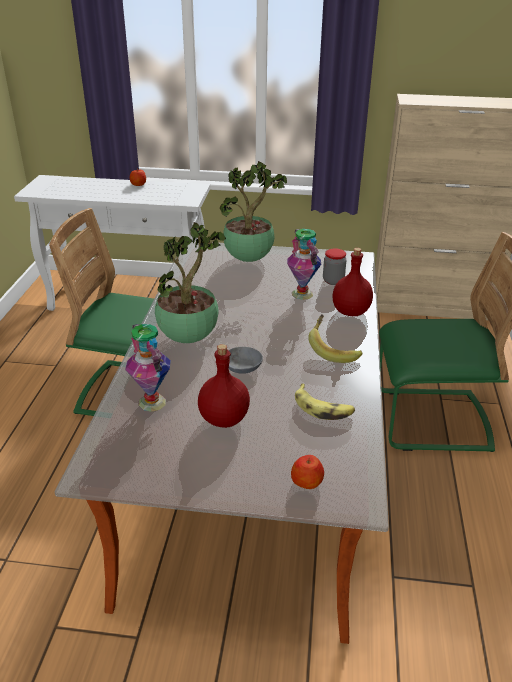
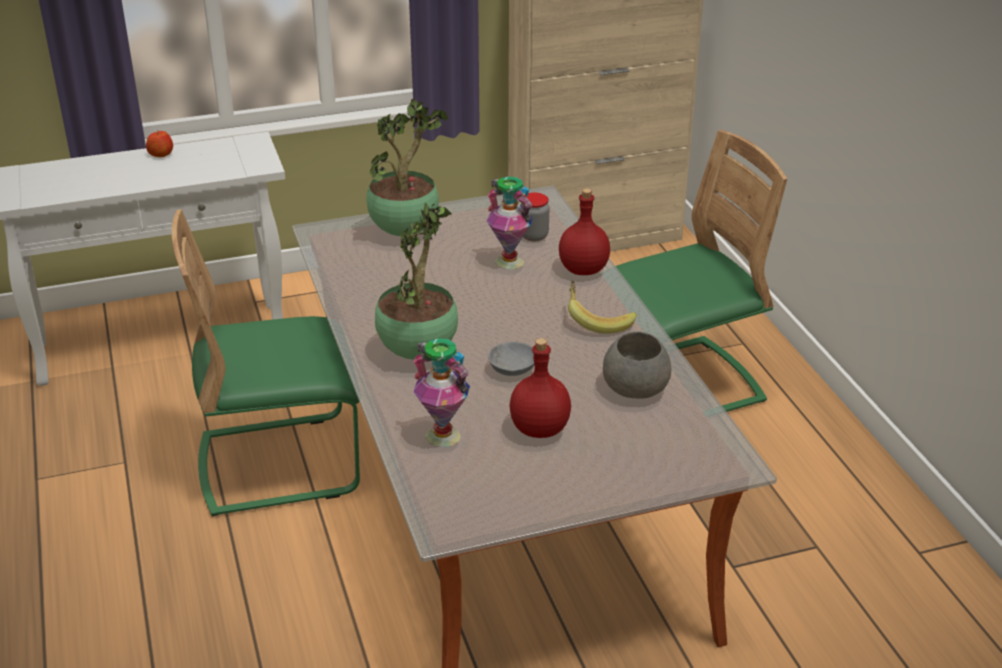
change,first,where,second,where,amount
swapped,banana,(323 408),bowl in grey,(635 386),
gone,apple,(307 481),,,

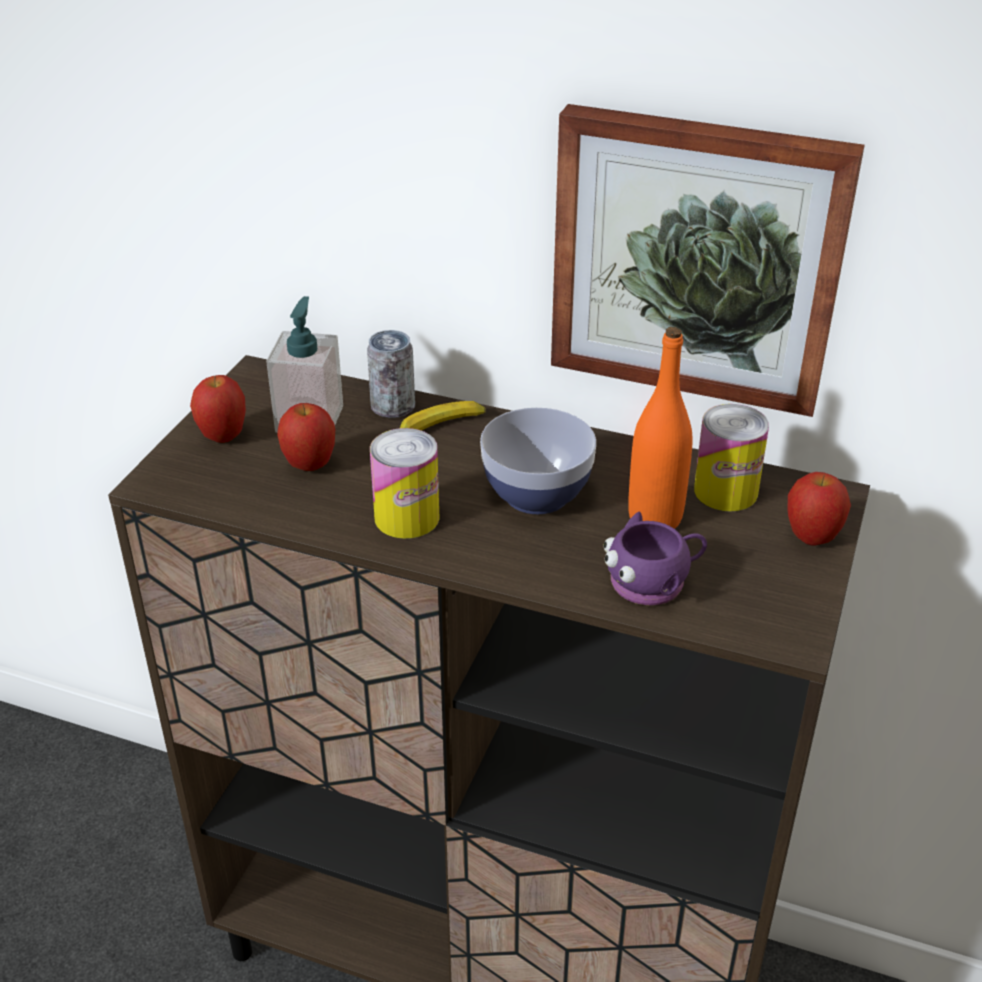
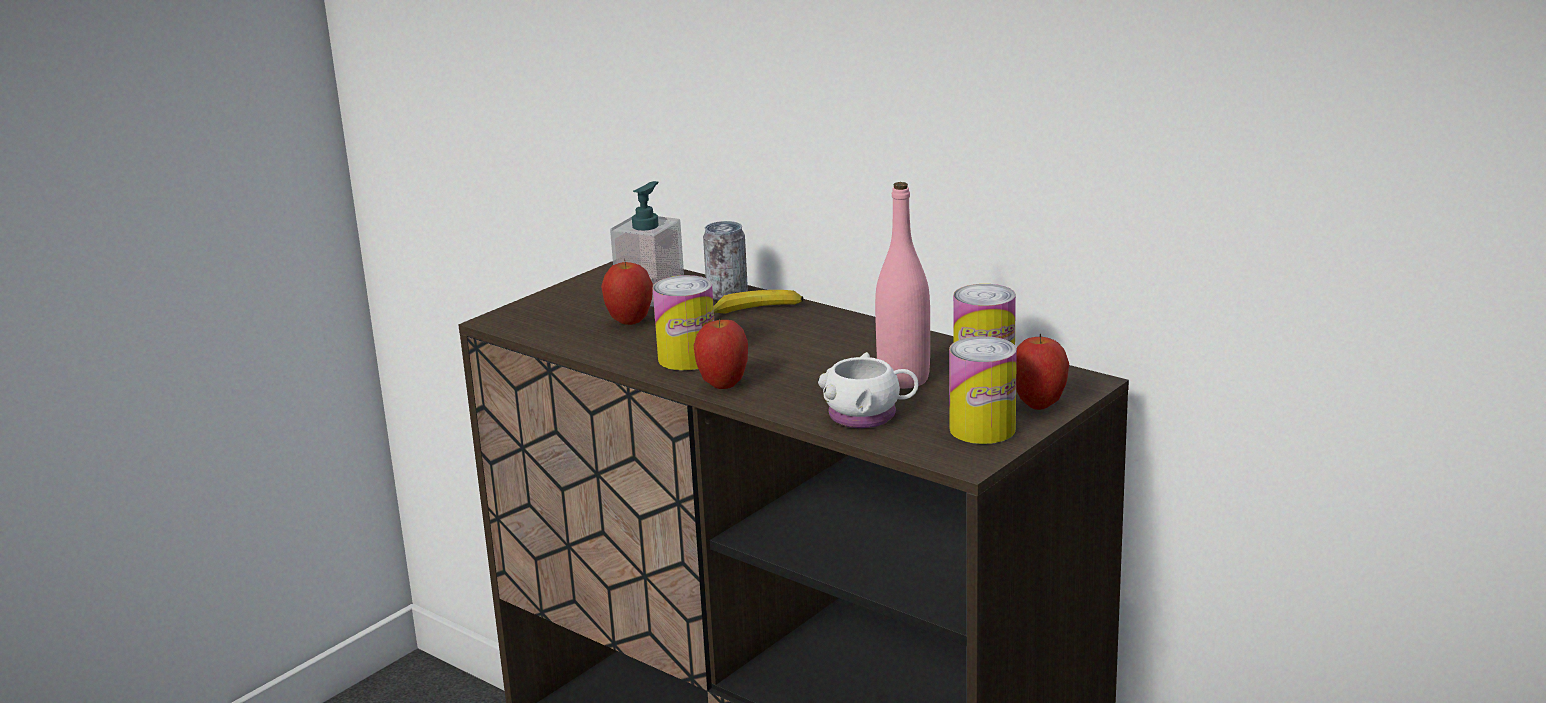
change,first,where,second,where,amount
shifted,apple,(223 437),,(723 385),
repainted,mug in purple,(653 582),mug in white,(869 415),
repainted,bottle in orange,(655 518),bottle in pink,(903 379),
new,,,can,(982 429),
gone,bowl,(537 494),,,
gone,picture,(697 258),,,

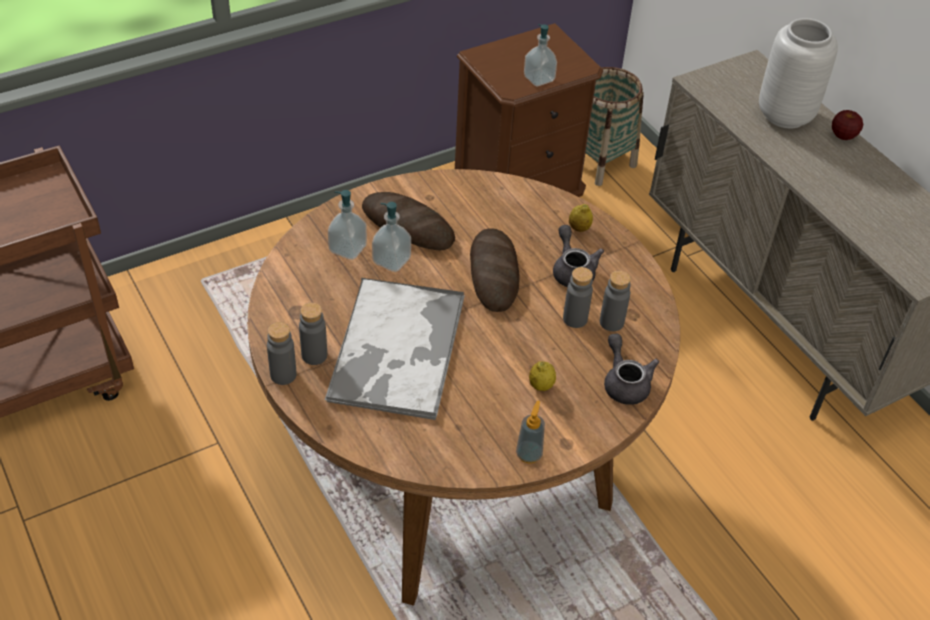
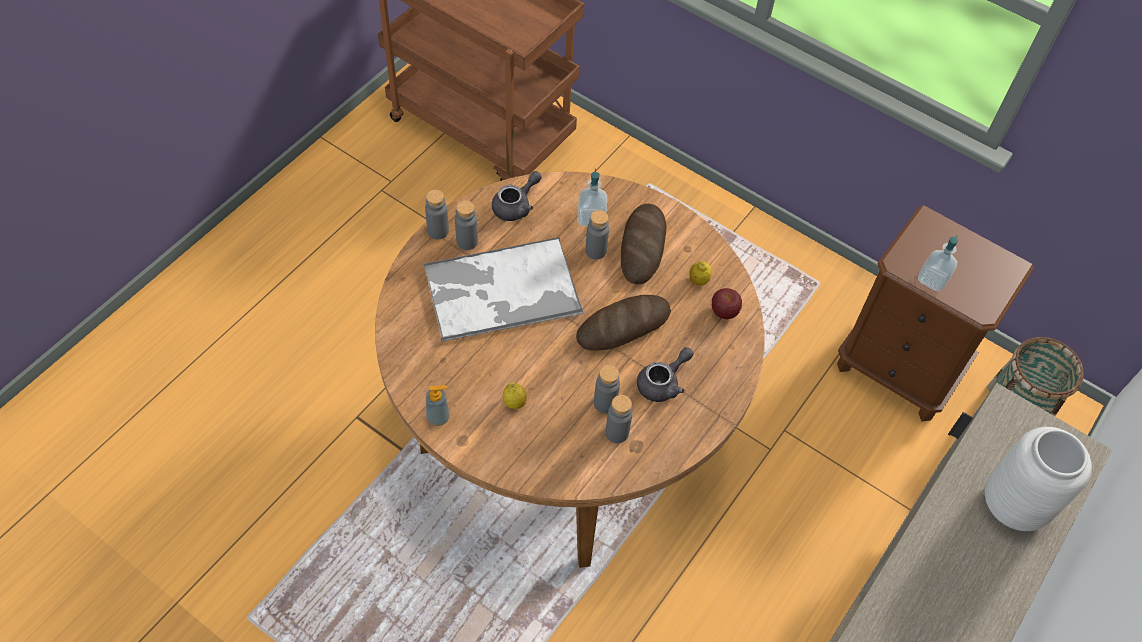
change,first,where,second,where,amount
shifted,teapot in grey,(625 382),,(516 206),
swapped,soap dispenser,(391 260),bottle in grey,(595 251),
shifted,lemon,(579 228),,(698 280),
shifted,apple,(843 136),,(724 312),

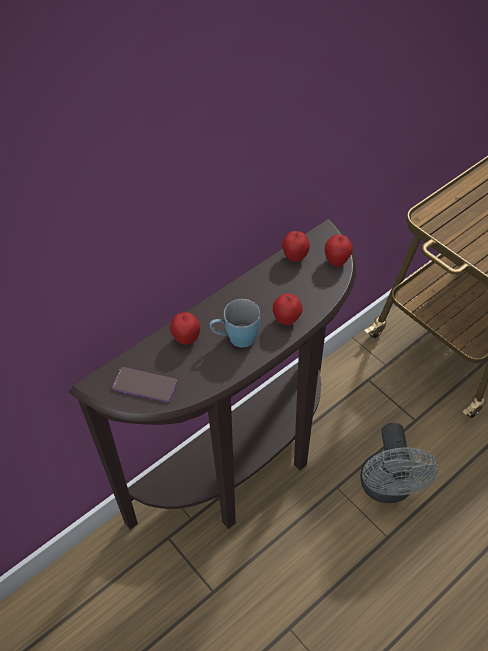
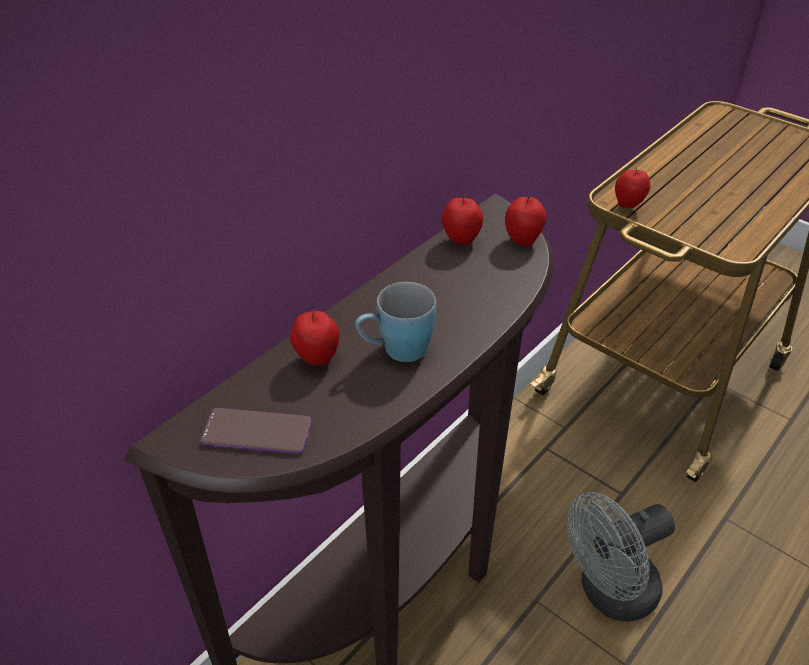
change,first,where,second,where,amount
rotated,fan in grey,(388 489),,(608 593),75 degrees clockwise
shifted,apple,(287 320),,(628 205),

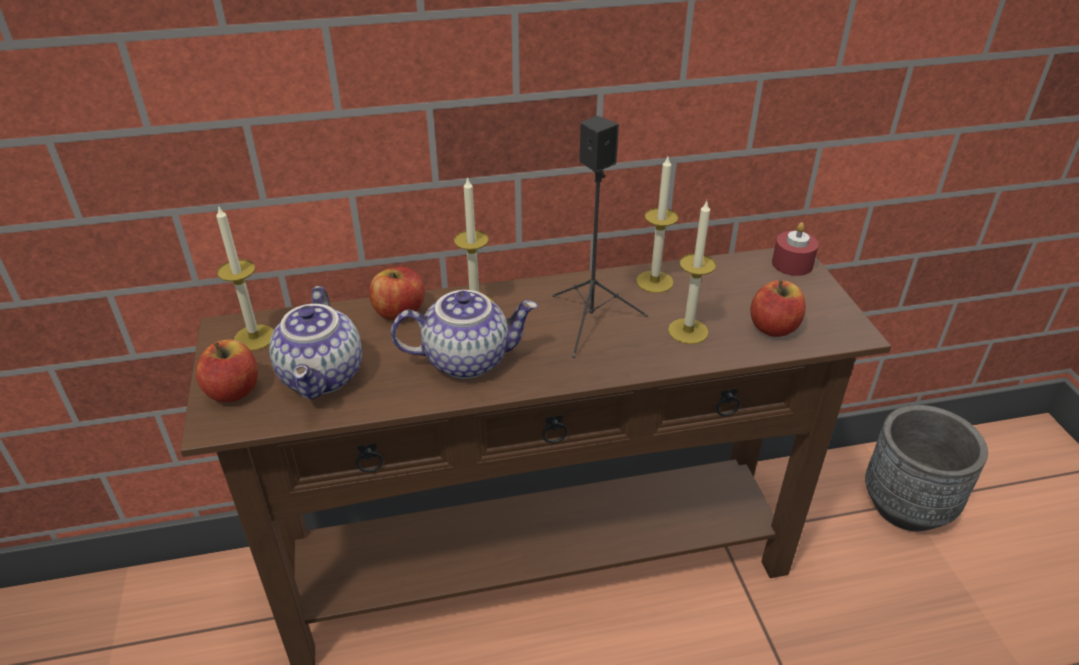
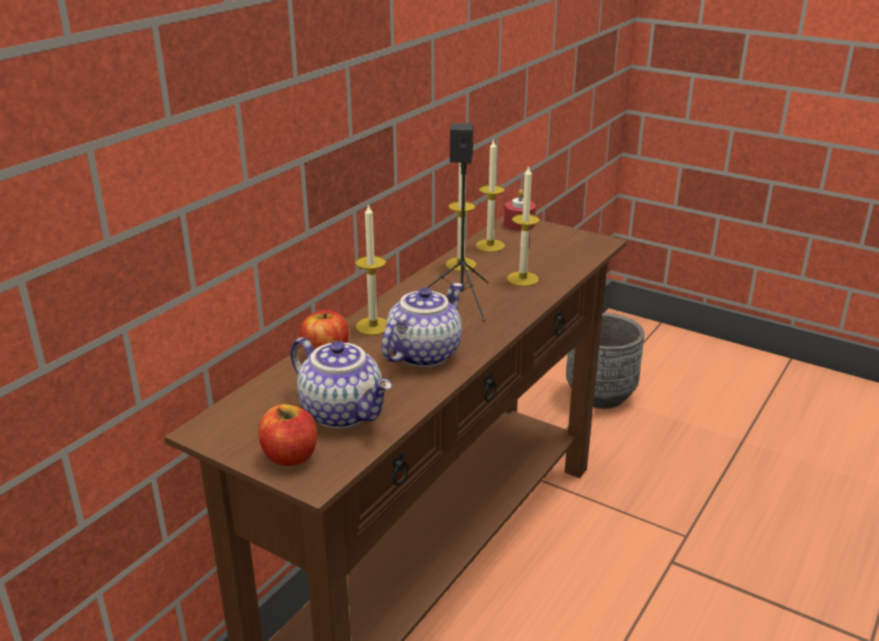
change,first,where,second,where,amount
shifted,candle,(254 337),,(490 245),
gone,apple,(774 327),,,

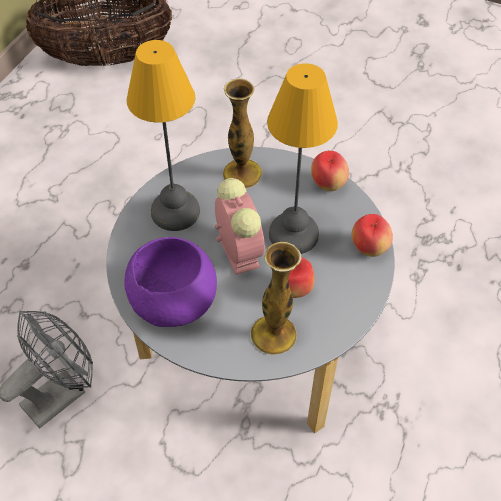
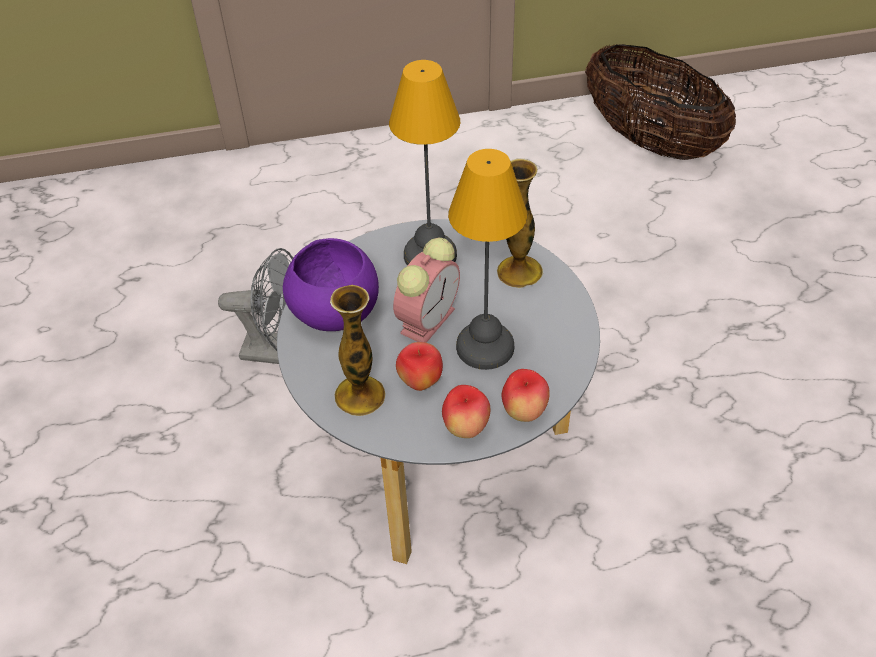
change,first,where,second,where,amount
shifted,apple,(328 185),,(466 428),

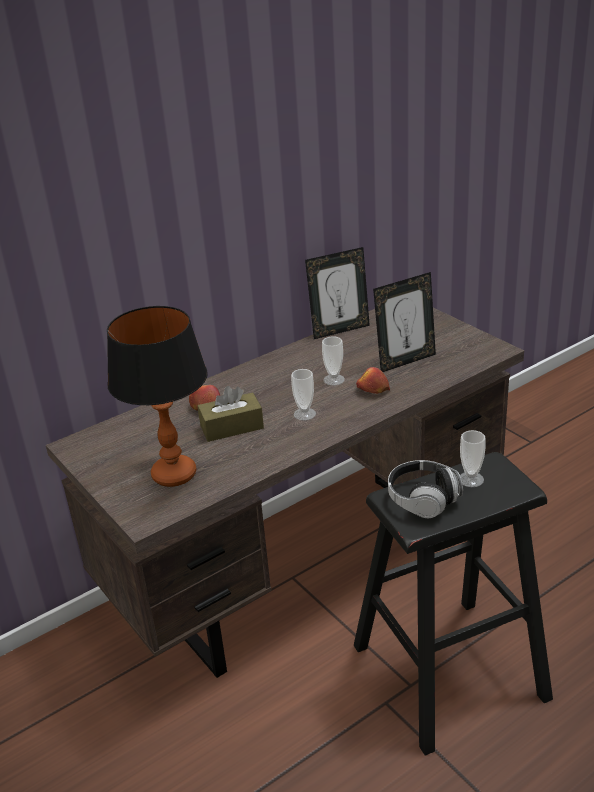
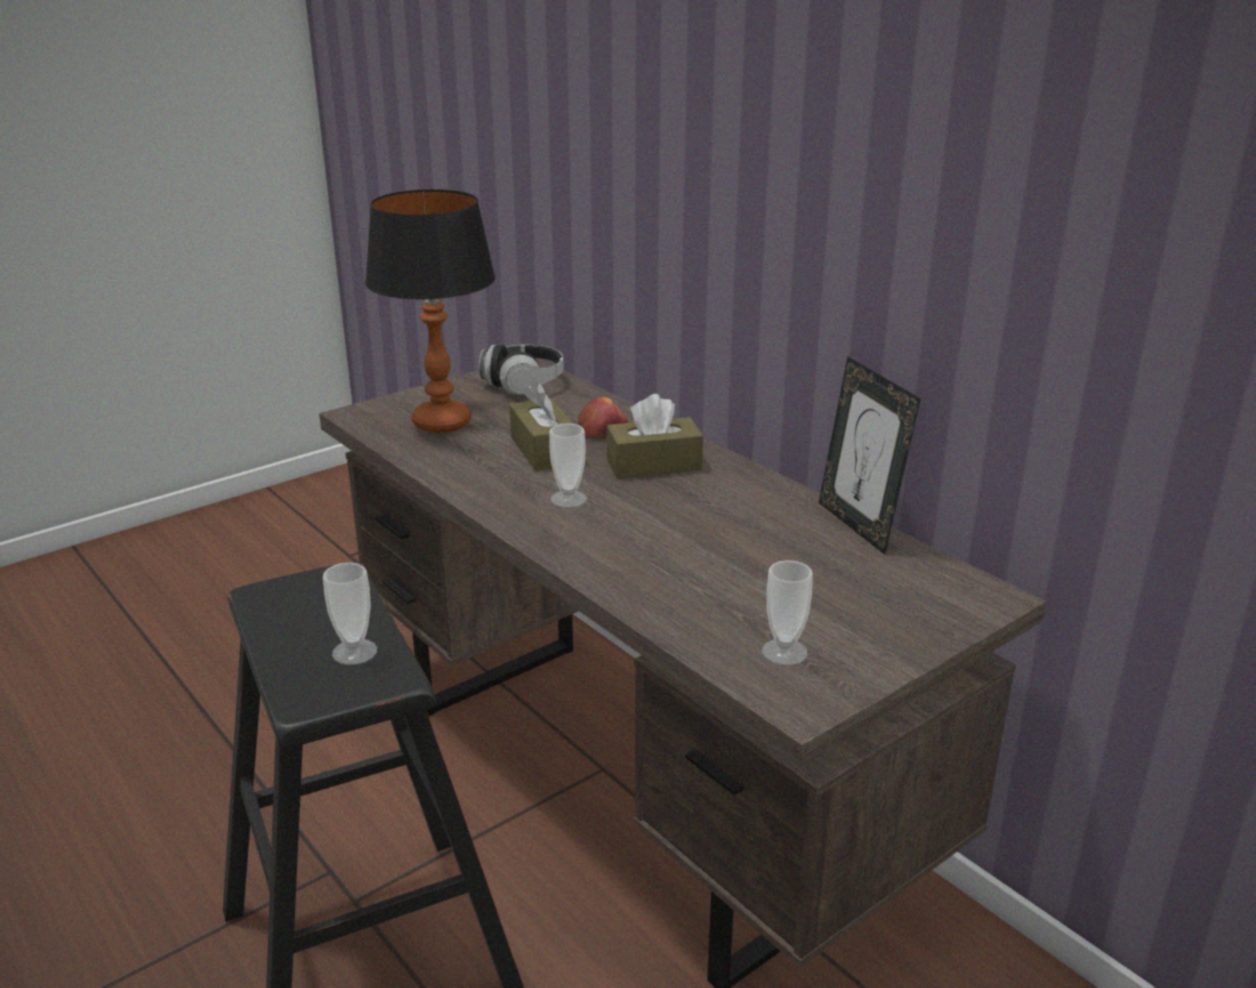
change,first,where,second,where,amount
shifted,headphones,(423 500),,(523 384),
new,,,tissue box in brown,(654 464),
shifted,cup,(334 380),,(784 652),
gone,apple,(373 390),,,
gone,picture frame,(405 361),,,

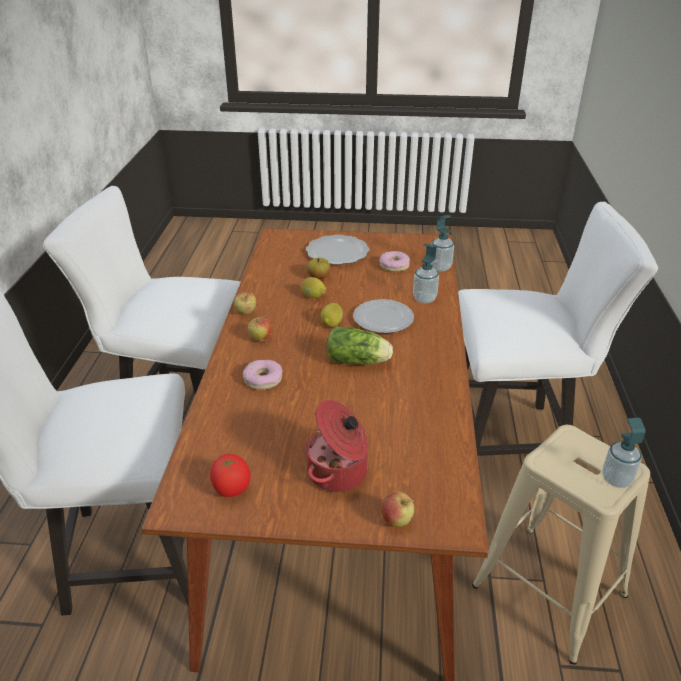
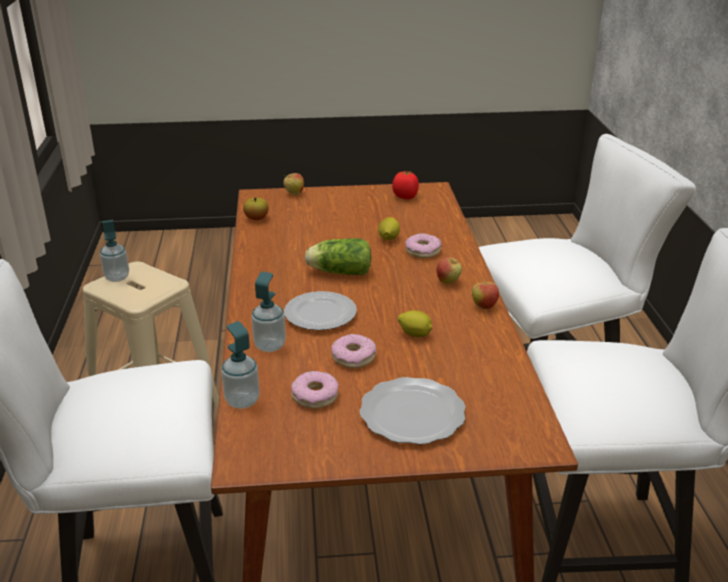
change,first,where,second,where,amount
shifted,apple,(318 277),,(256 218),
new,,,donut,(353 357),
shifted,lemon,(332 323),,(388 239),
gone,cooking pot,(339 472),,,

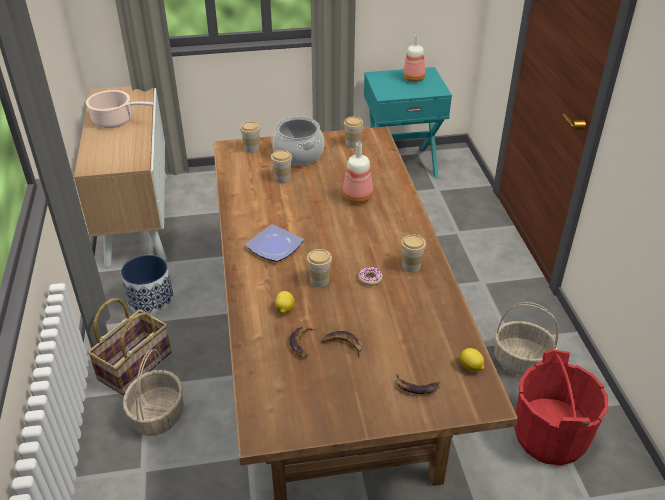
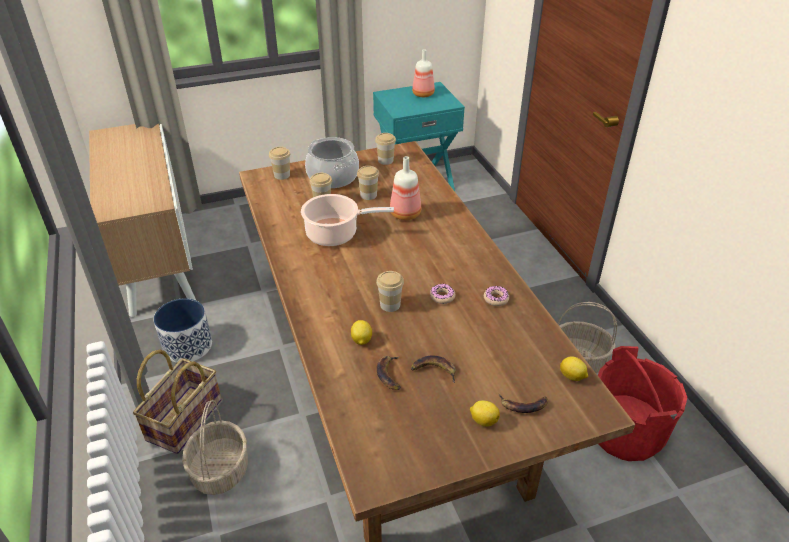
change,first,where,second,where,amount
shifted,cooking pot,(115 121),,(335 234),
shifted,cup,(411 266),,(368 195),
new,,,lemon,(483 420),
new,,,donut,(496 299),
gone,plate,(274 245),,,

